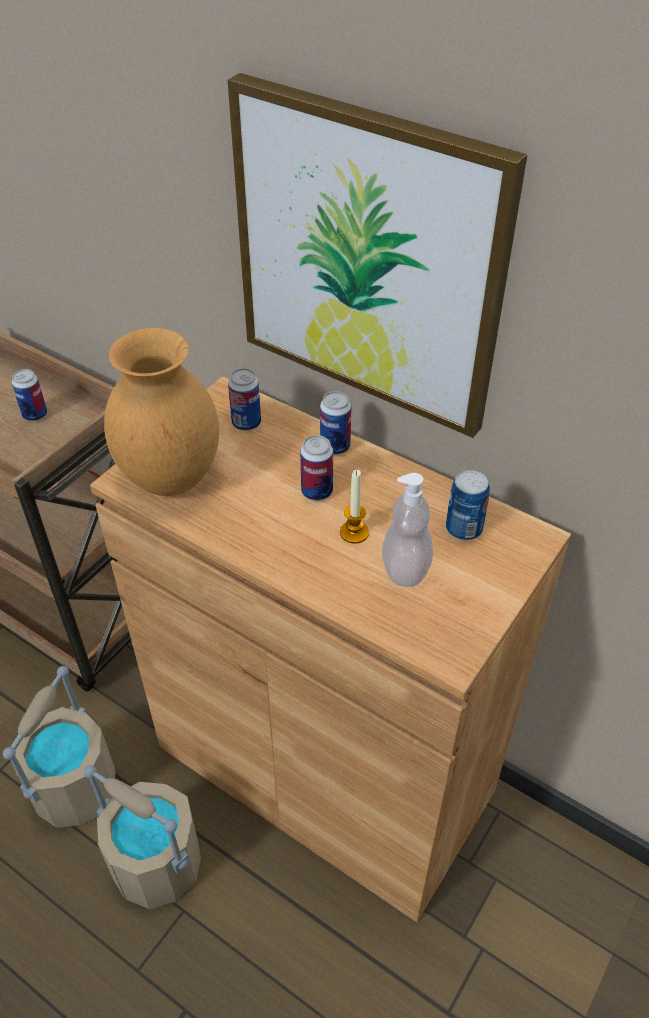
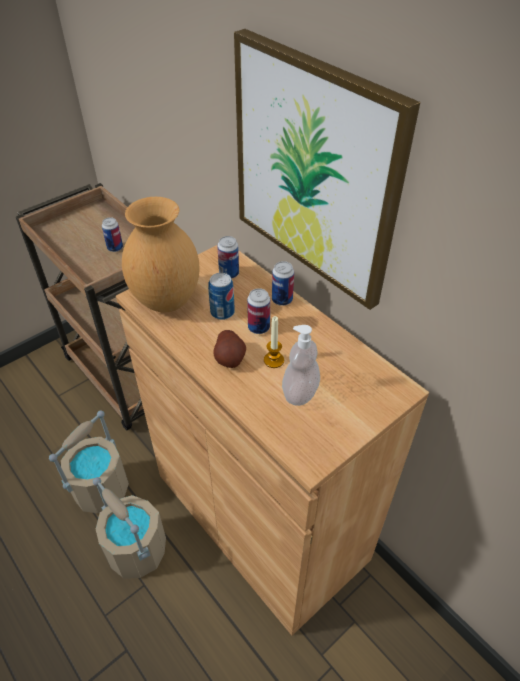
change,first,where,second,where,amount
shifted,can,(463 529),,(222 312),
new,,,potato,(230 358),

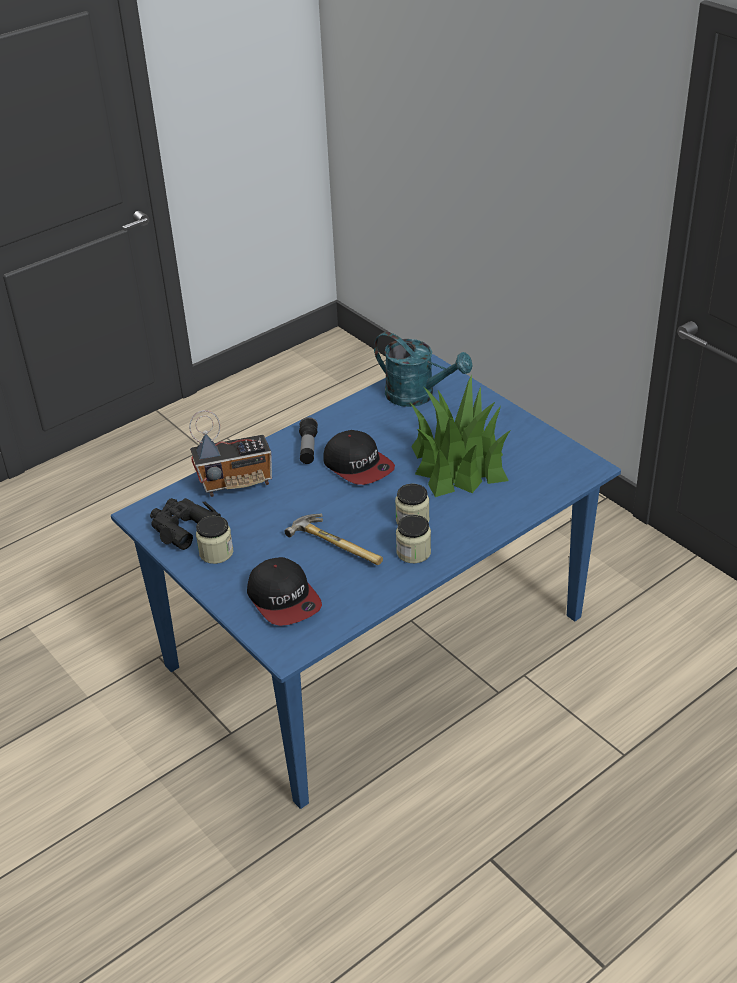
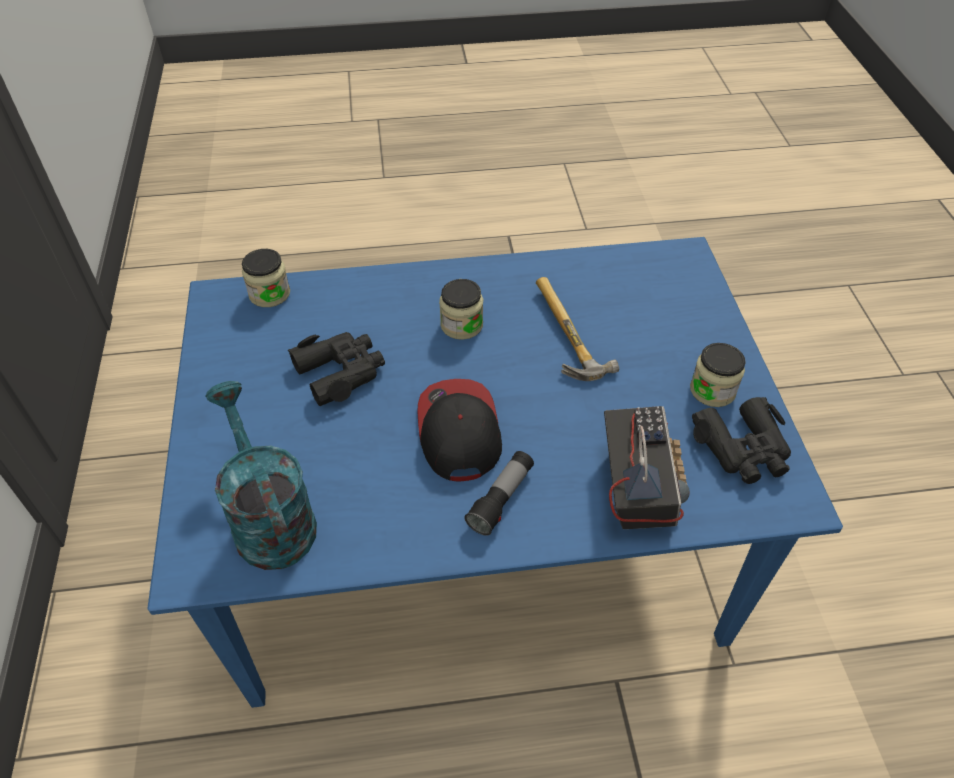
change,first,where,second,where,amount
shifted,jar,(413 552),,(269 294),
swapped,potted plant,(458 463),binoculars in black,(340 372),
rotated,radio,(236 482),,(637 489),75 degrees clockwise
gone,cap,(284 599),,,

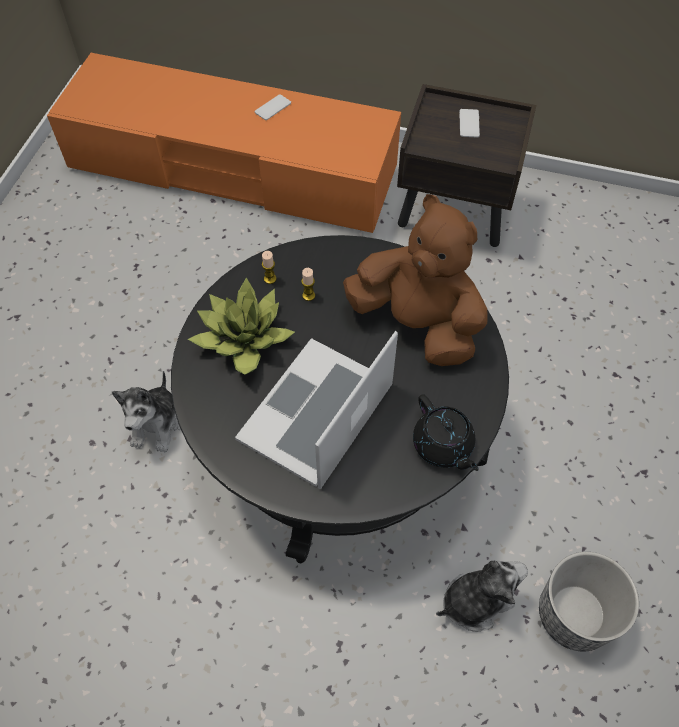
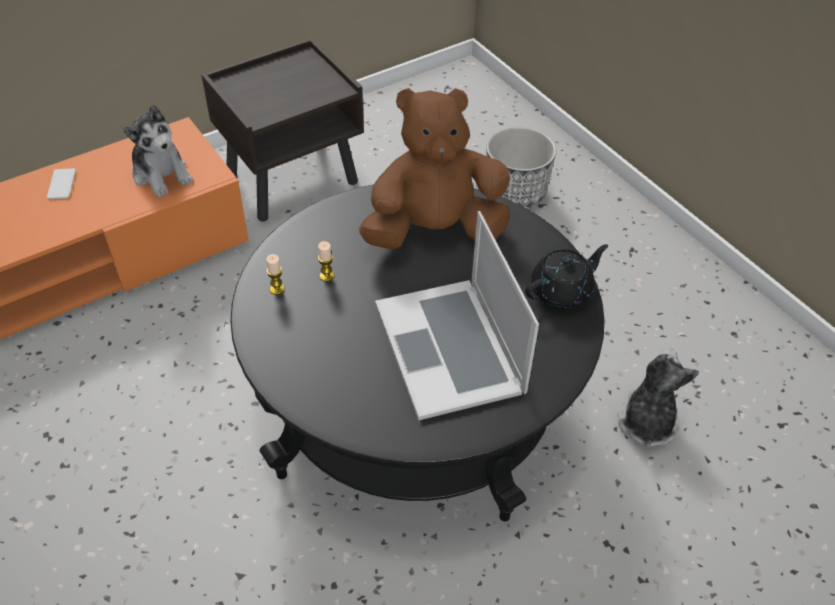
change,first,where,second,where,amount
shifted,plush toy,(157 424),,(161 174),
shifted,planter,(575 614),,(516 192),
rotated,teapot in black,(443 445),,(562 292),45 degrees counterclockwise
gone,potted plant,(244 339),,,
gone,phone,(469 124),,,

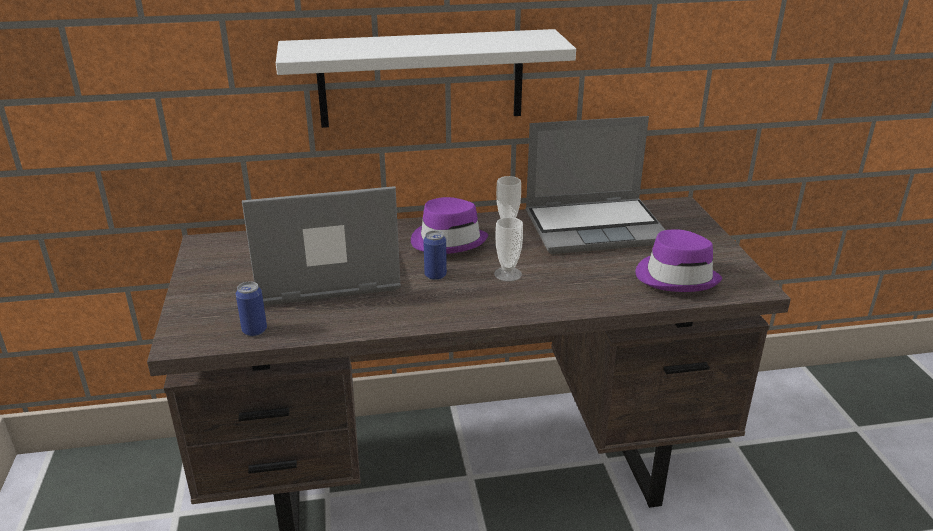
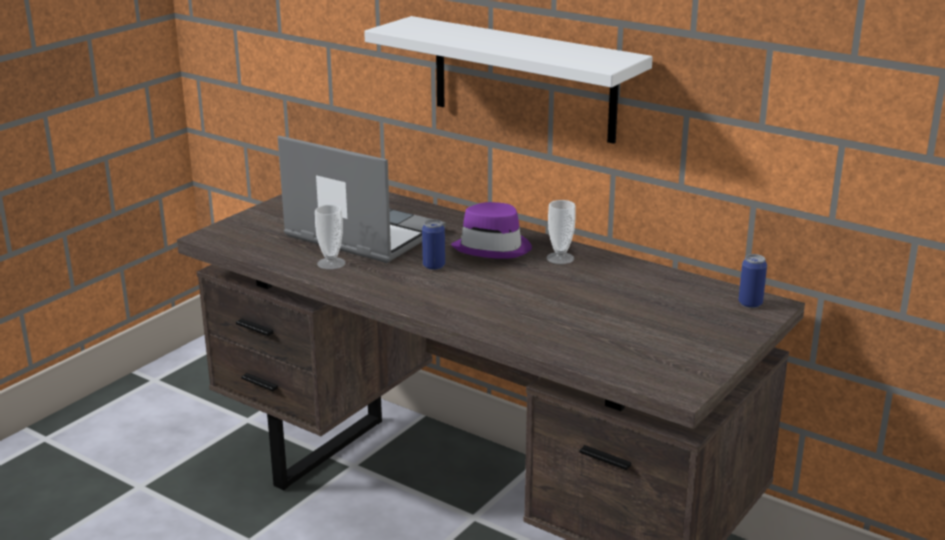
change,first,where,second,where,amount
shifted,cup,(508 274),,(331 263),
shifted,can,(254 330),,(750 303),
gone,laptop,(596 227),,,
gone,hat in purple,(676 277),,,

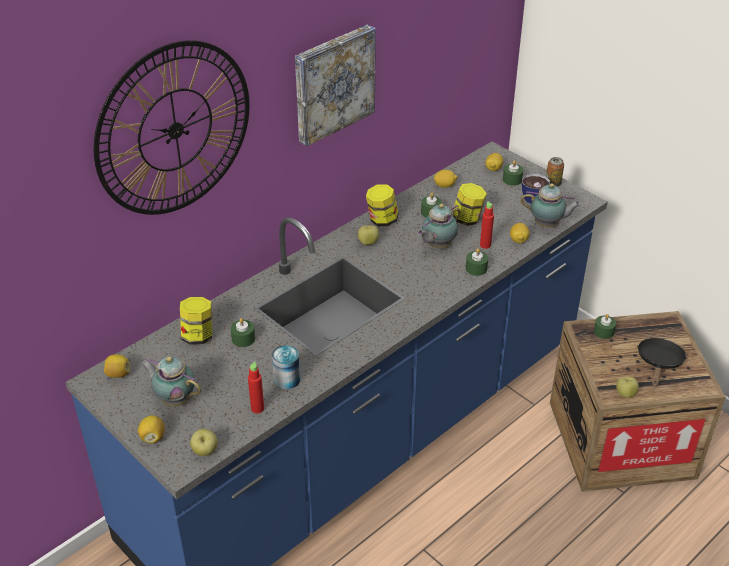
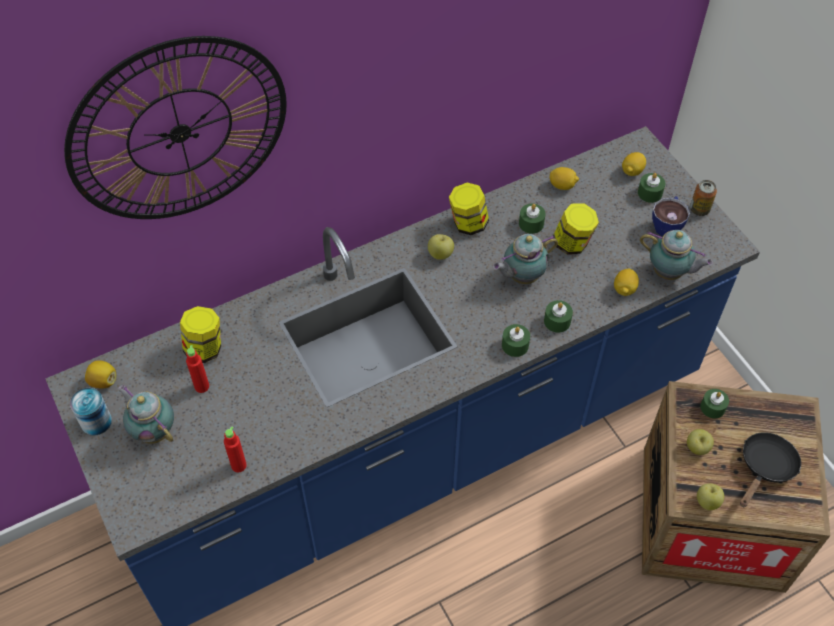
change,first,where,second,where,amount
shifted,can,(287 379),,(96 421),
shifted,bottle in red,(485 245),,(202 386),
shifted,candle in green,(243 338),,(515 345),
shifted,apple,(205 451),,(697 448),
gone,lemon,(153 437),,,
gone,picture,(333 83),,,

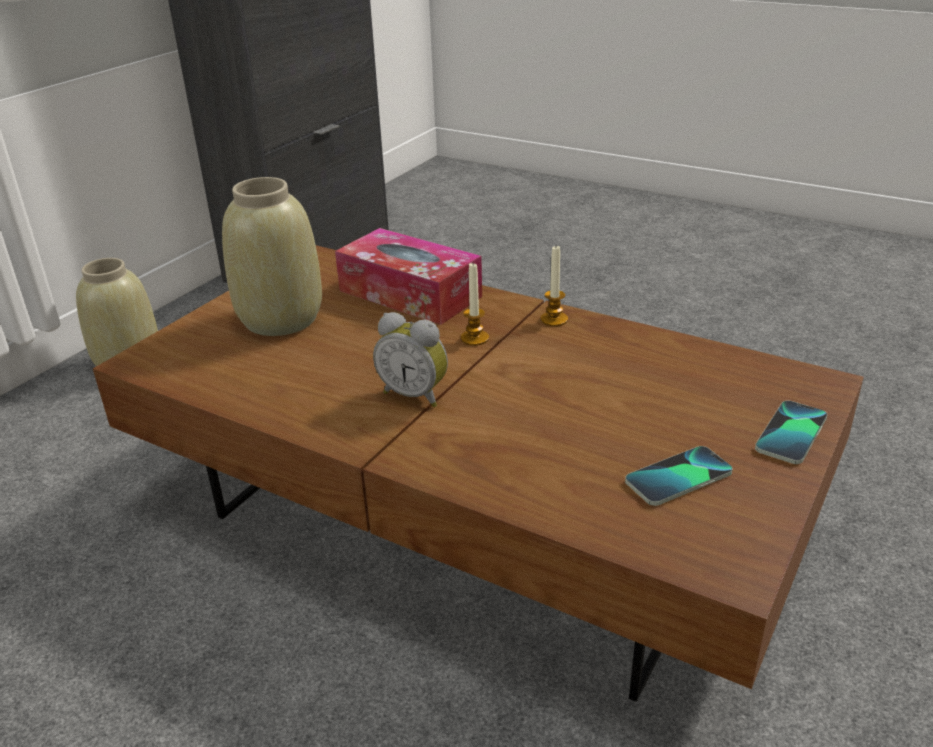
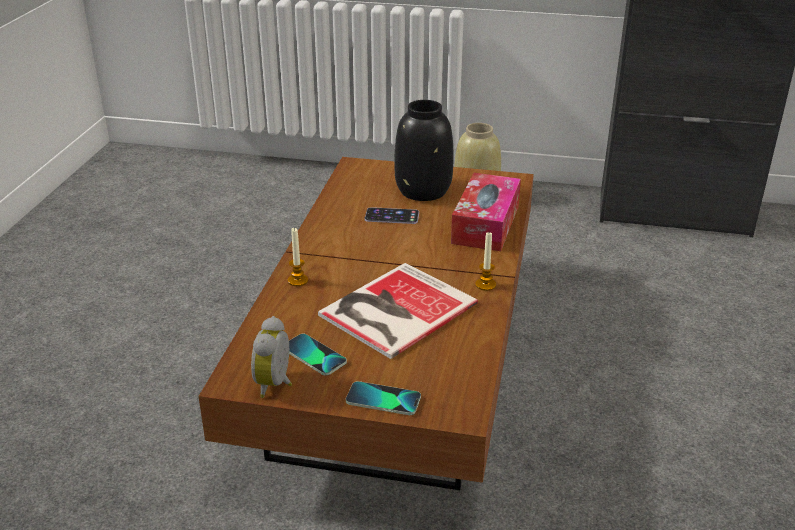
change,first,where,second,where,amount
shifted,alarm clock,(415 394),,(276 384),
shifted,candle,(474 338),,(298 280),
new,,,book,(393 310),
new,,,phone,(392 216),
repainted,vase in beige,(281 319),vase in black,(424 191),

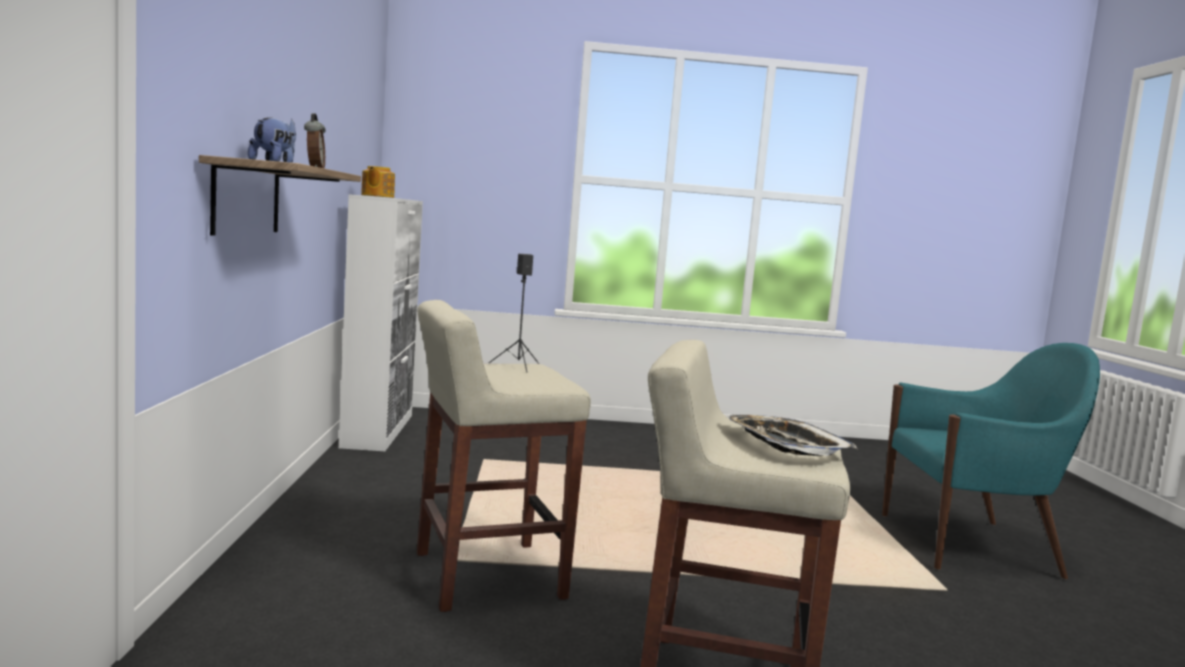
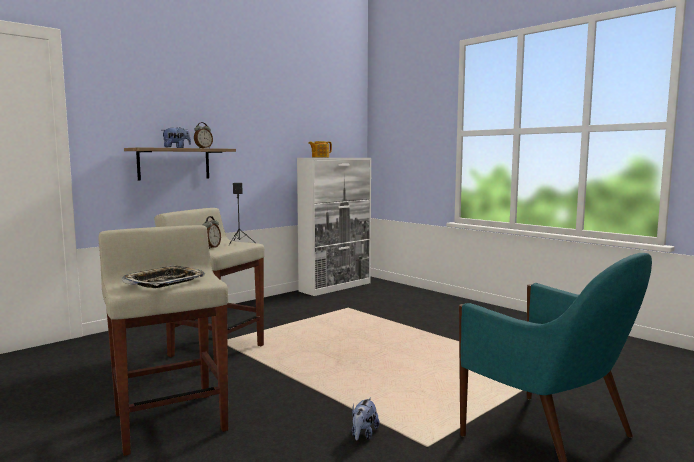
change,first,where,second,where,amount
new,,,alarm clock,(211 247),
new,,,plush toy,(363 434),

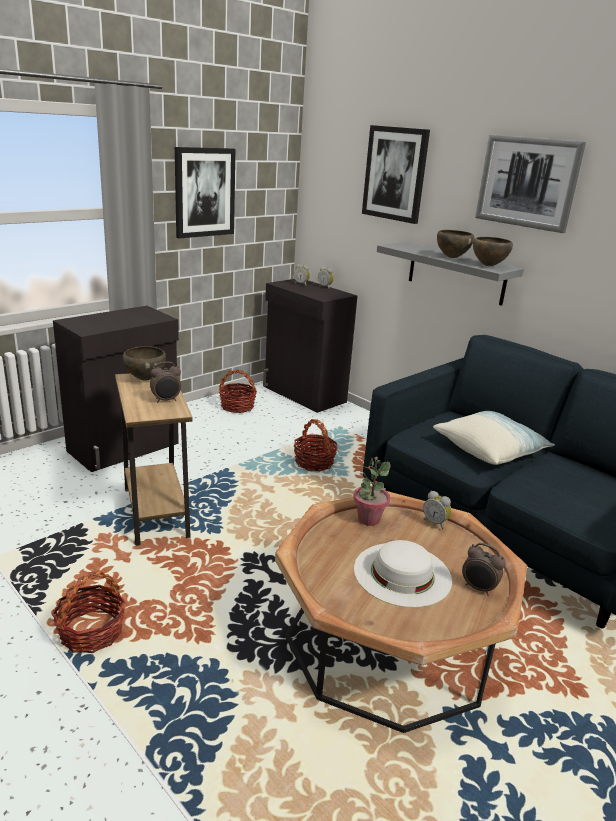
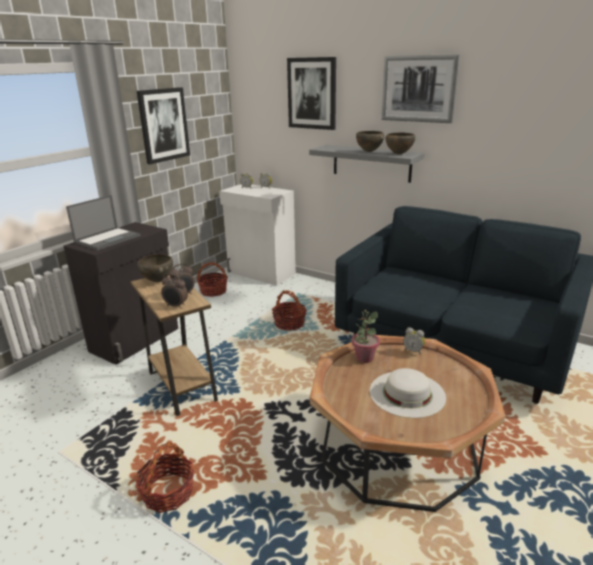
change,first,where,second,where,amount
new,,,laptop,(108 239),
shifted,alarm clock,(478 588),,(176 306),
repainted,cabinet in black,(304 395),cabinet in white,(261 273),
gone,pillow,(490 450),,,

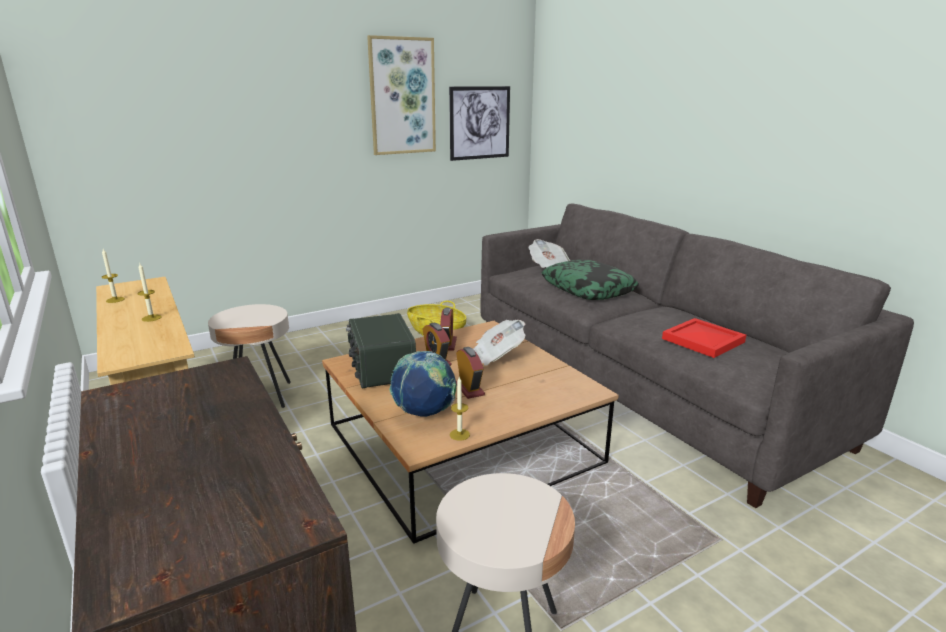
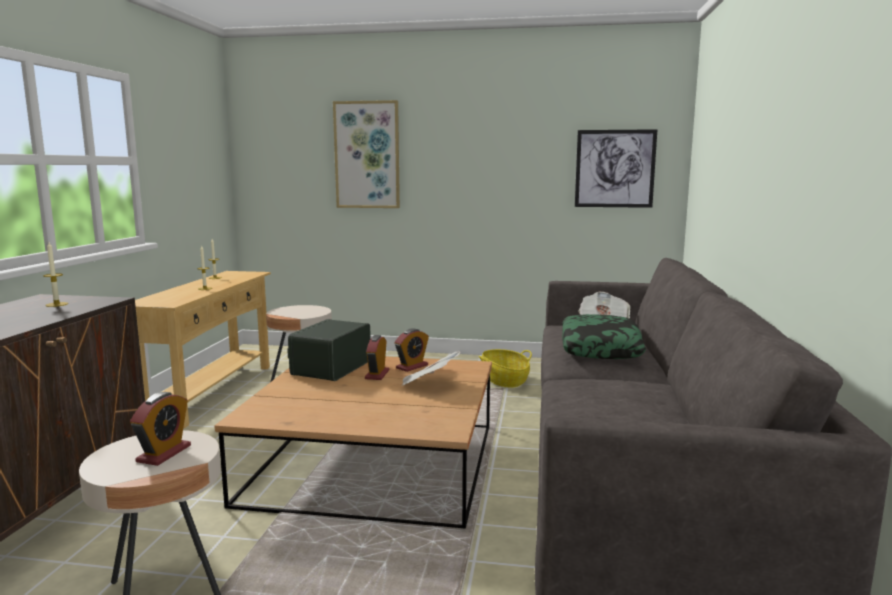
change,first,where,second,where,amount
shifted,candle,(459 434),,(56 304),
shifted,alarm clock,(469 389),,(164 453),
shifted,picture,(402 96),,(367 155),
gone,globe,(424 413),,,
gone,tray in red,(703 341),,,

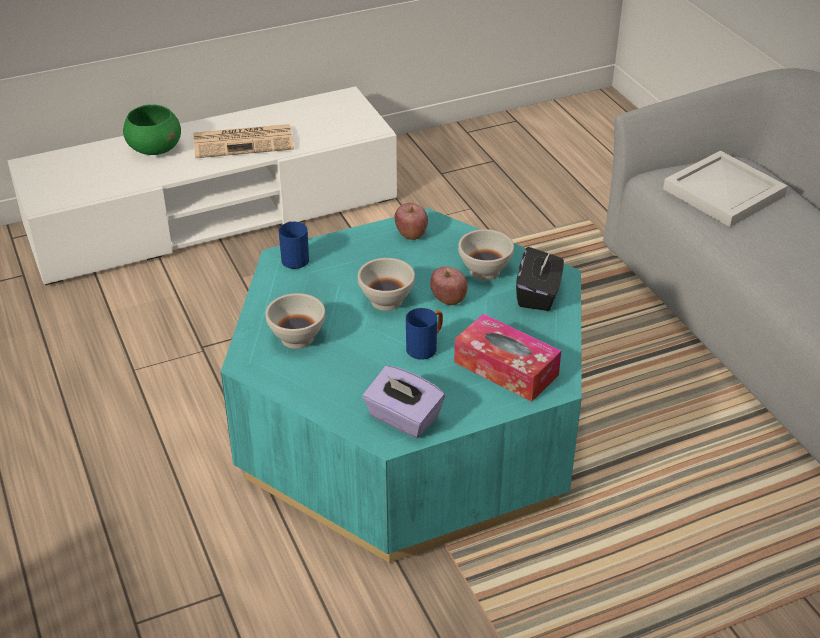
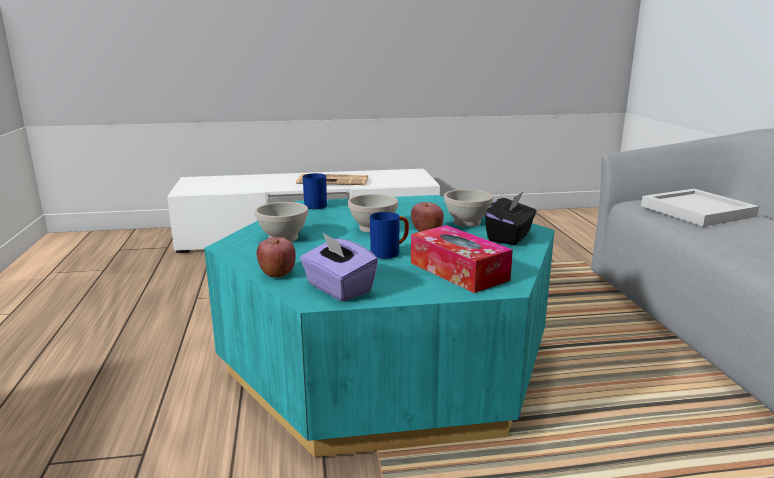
change,first,where,second,where,amount
shifted,apple,(411 234),,(277 273),
gone,bowl in green,(155 149),,,

